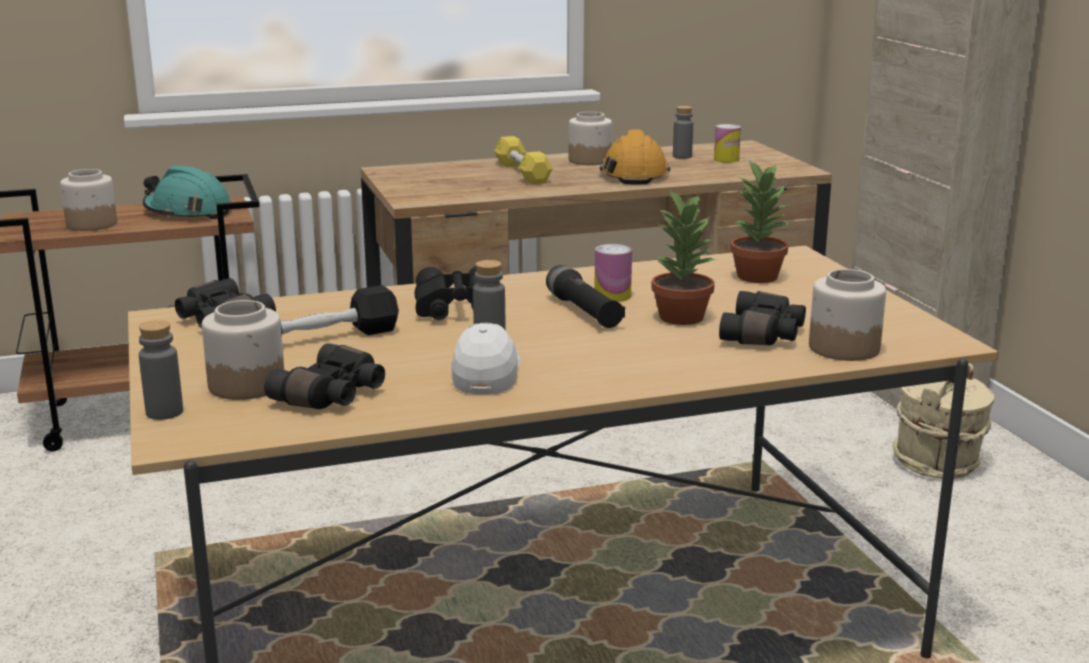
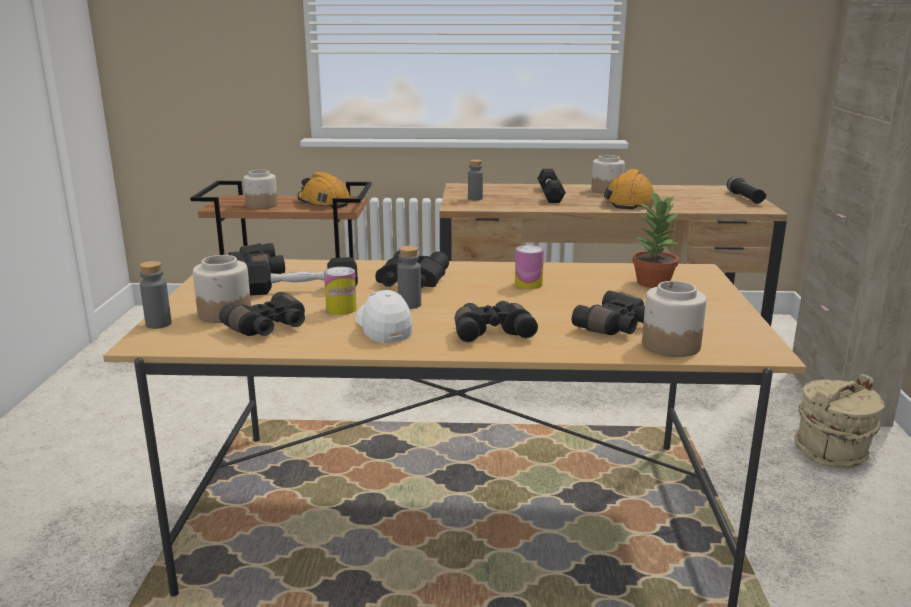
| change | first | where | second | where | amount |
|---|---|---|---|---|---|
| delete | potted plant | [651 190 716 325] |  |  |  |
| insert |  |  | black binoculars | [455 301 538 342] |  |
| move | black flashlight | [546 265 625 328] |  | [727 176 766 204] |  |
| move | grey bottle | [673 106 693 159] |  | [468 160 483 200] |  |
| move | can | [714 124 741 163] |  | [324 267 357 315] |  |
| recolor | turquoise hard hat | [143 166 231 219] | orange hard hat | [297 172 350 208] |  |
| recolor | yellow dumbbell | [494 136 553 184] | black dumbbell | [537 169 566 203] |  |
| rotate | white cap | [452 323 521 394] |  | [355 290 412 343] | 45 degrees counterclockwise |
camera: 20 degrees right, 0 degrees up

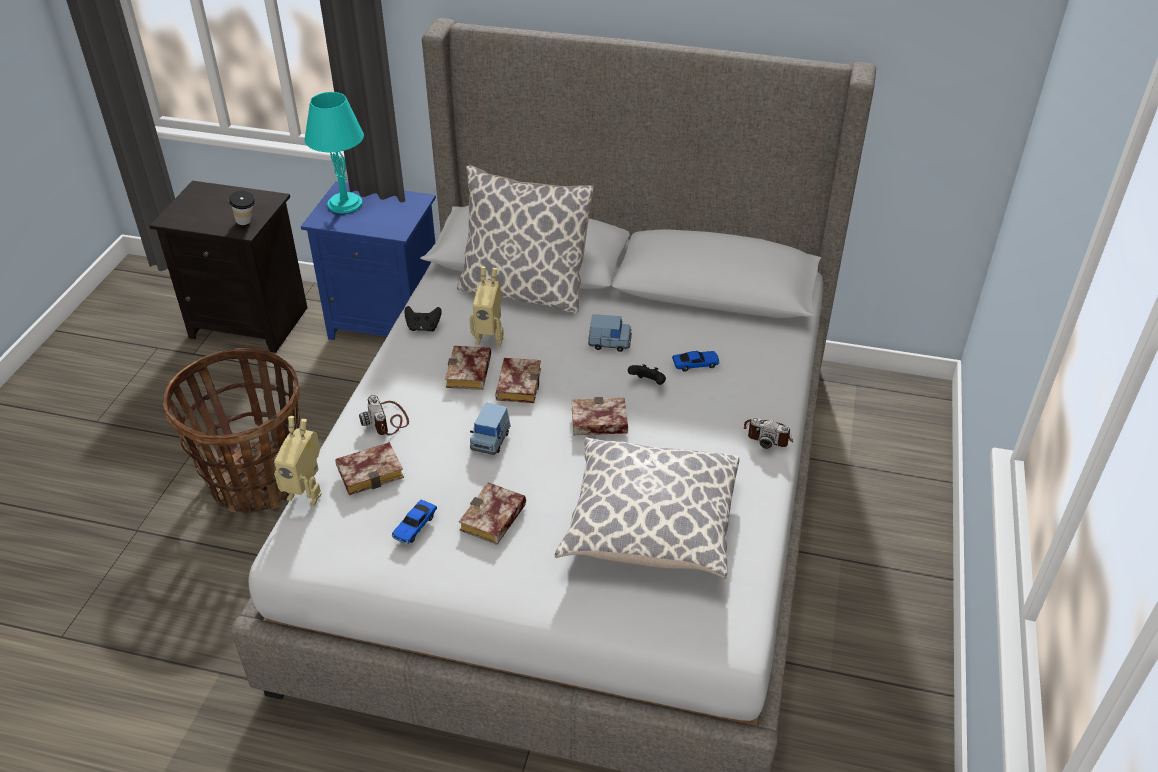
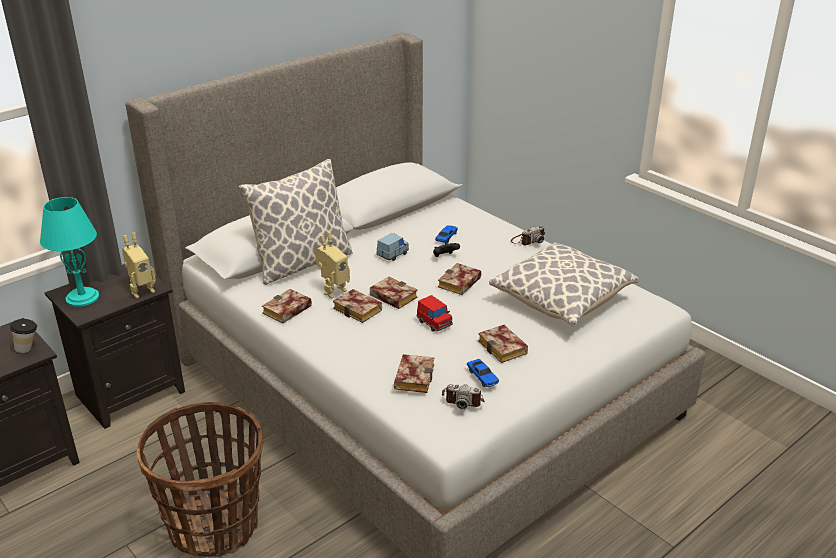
| change | first | where | second | where | amount |
|---|---|---|---|---|---|
| move | toy robot | [274 416 322 506] |  | [122 233 156 298] |  |
| move | photo camera | [359 395 409 436] |  | [442 384 485 409] |  |
| replace | black game controller | [404 306 442 332] | book | [262 289 312 323] |  |
| recolor | blue nightstand | [301 181 436 340] | black nightstand | [45 264 185 429] |  |
| recolor | blue toy car | [470 403 511 455] | red toy car | [417 295 453 331] |  |
camera: 55 degrees left, 10 degrees down

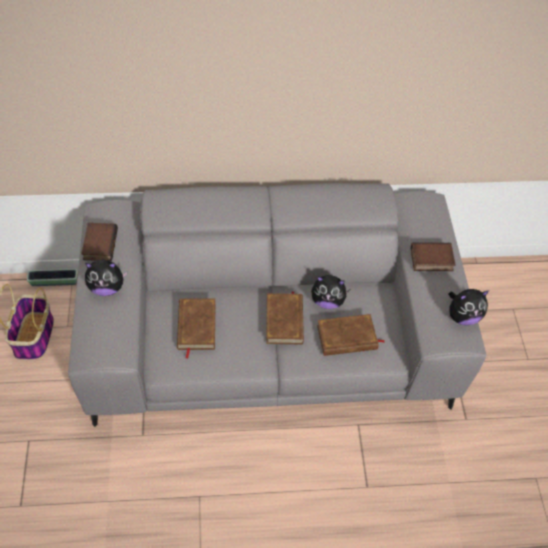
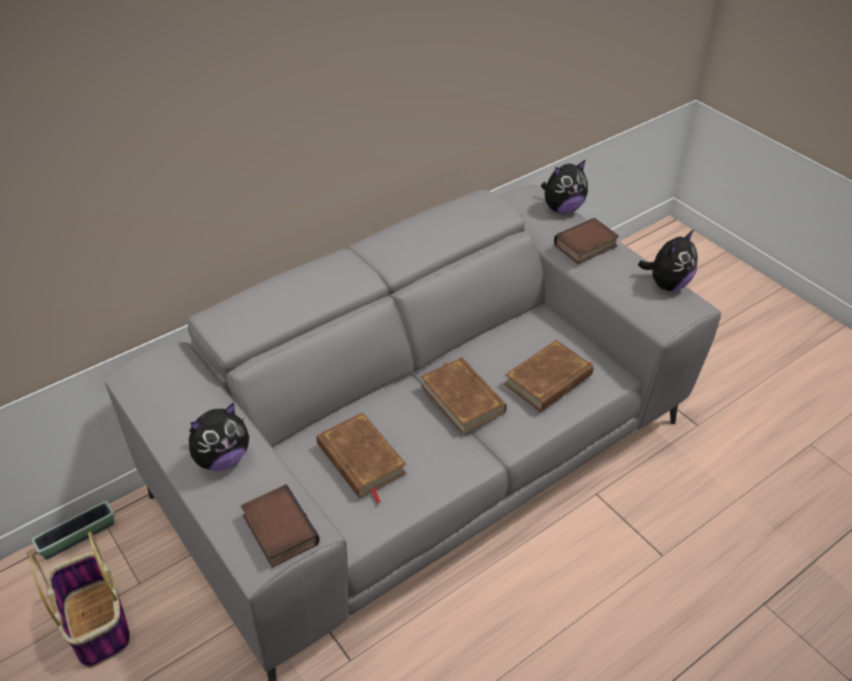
| change | first | where | second | where | amount |
|---|---|---|---|---|---|
| move | book | [81 223 118 261] |  | [241 484 320 567] |  |
| move | plush toy | [311 275 350 309] |  | [541 160 588 213] |  |
camera: 30 degrees left, 10 degrees down

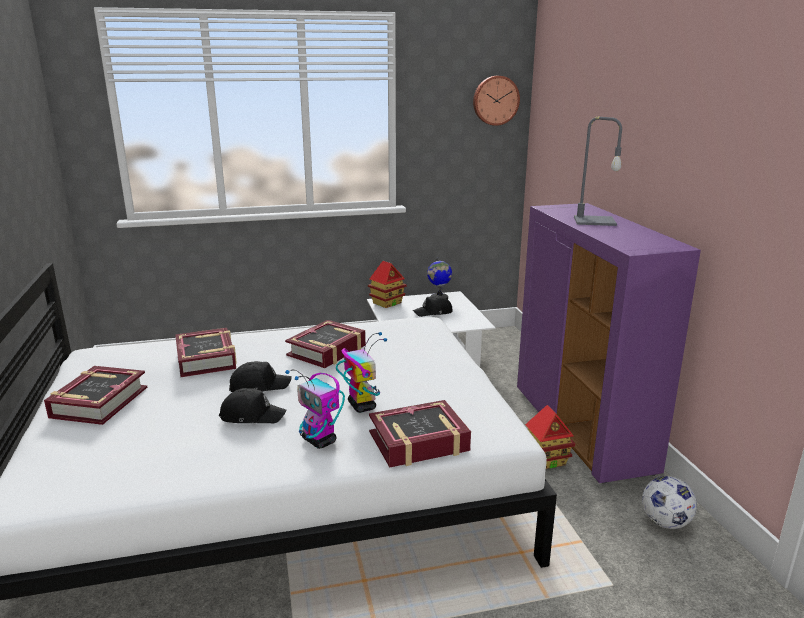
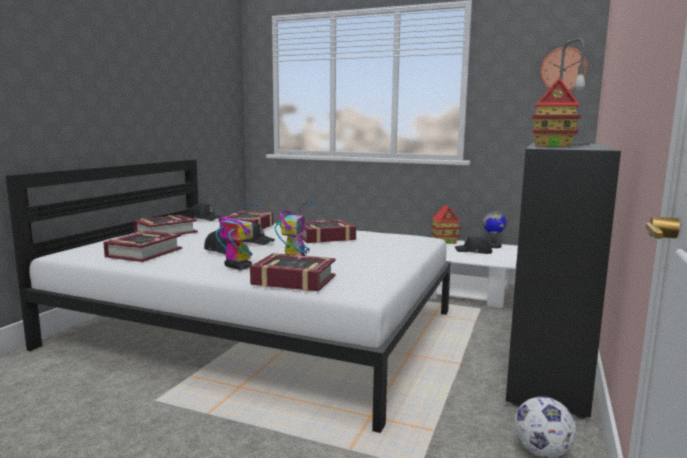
| change | first | where | second | where | amount |
|---|---|---|---|---|---|
| insert |  |  | book | [103 231 182 262] |  |
| insert |  |  | black cap | [189 203 221 221] |  |
| move | toy house | [525 405 575 469] |  | [531 77 581 147] |  |
| recolor | purple cabinet | [517 203 701 484] | black cabinet | [506 143 621 419] |  |
| rotate | toy robot | [285 369 345 449] |  | [216 202 258 270] | 135 degrees clockwise |
camera: 35 degrees right, 10 degrees down

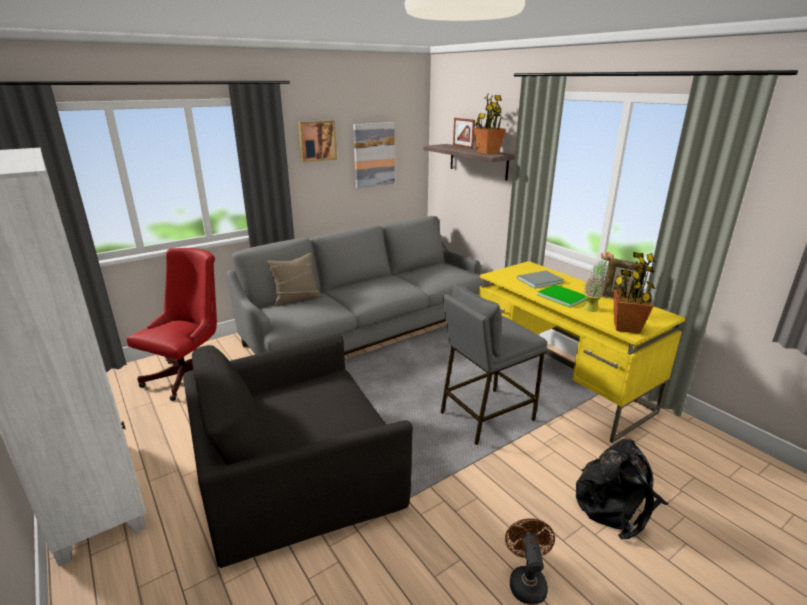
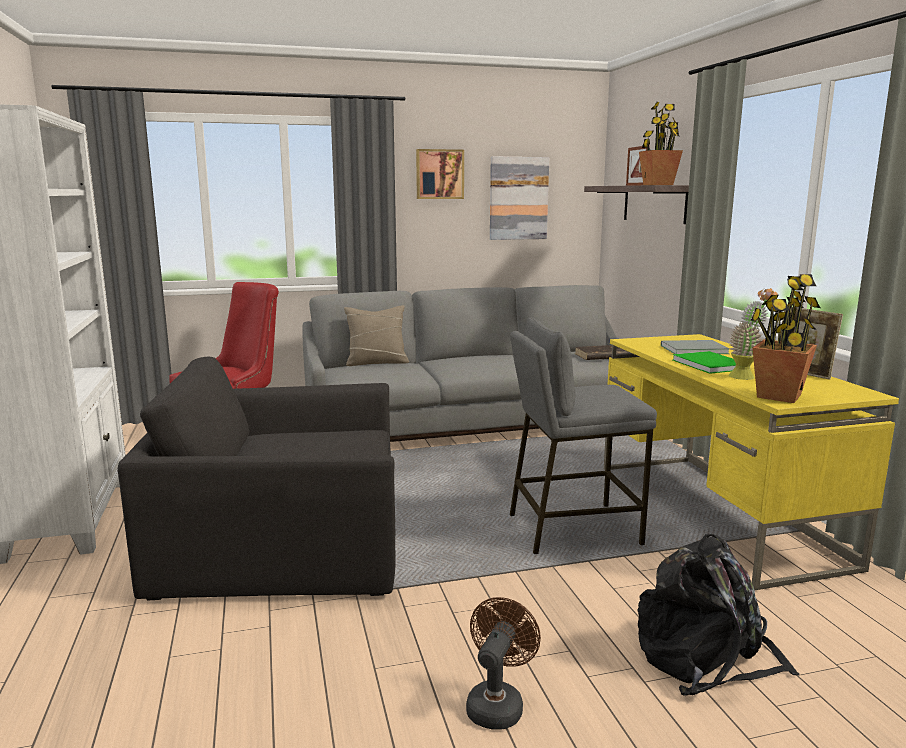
| change | first | where | second | where | amount |
|---|---|---|---|---|---|
| insert |  |  | brown book | [575 345 629 360] |  |
camera: 20 degrees right, 10 degrees down

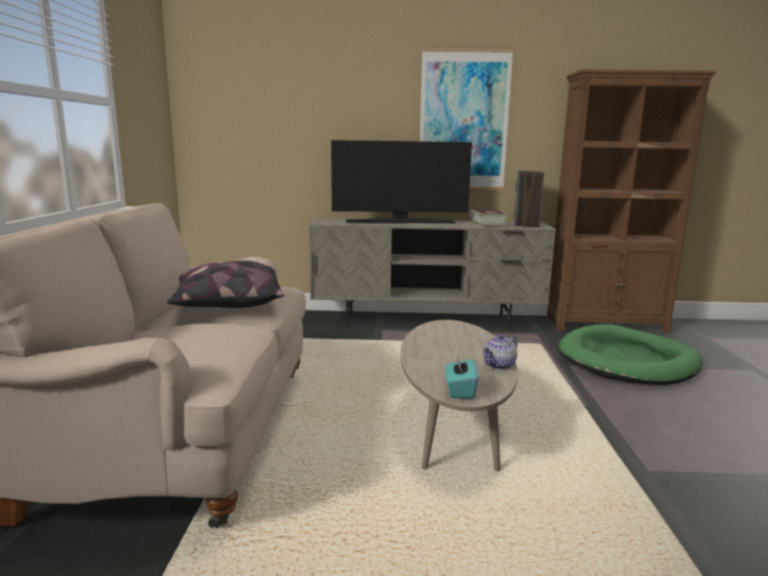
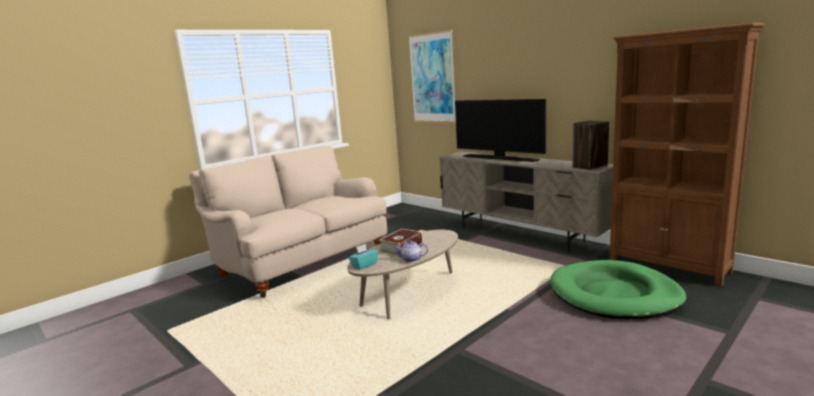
| change | first | where | second | where | amount |
|---|---|---|---|---|---|
| delete | pillow | [167 261 284 308] |  |  |  |
| move | picture | [420 48 513 190] |  | [408 30 456 123] |  |
| move | book | [469 209 507 227] |  | [379 229 423 255] |  |
camera: 45 degrees right, 0 degrees up

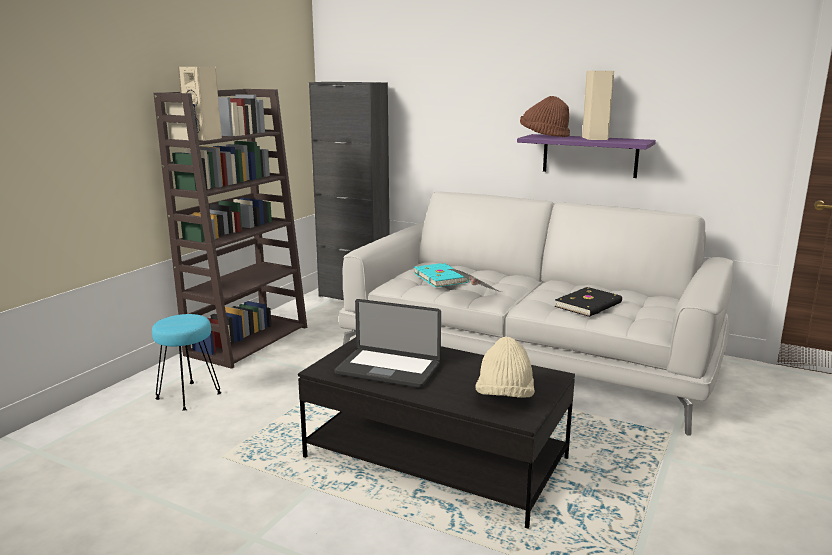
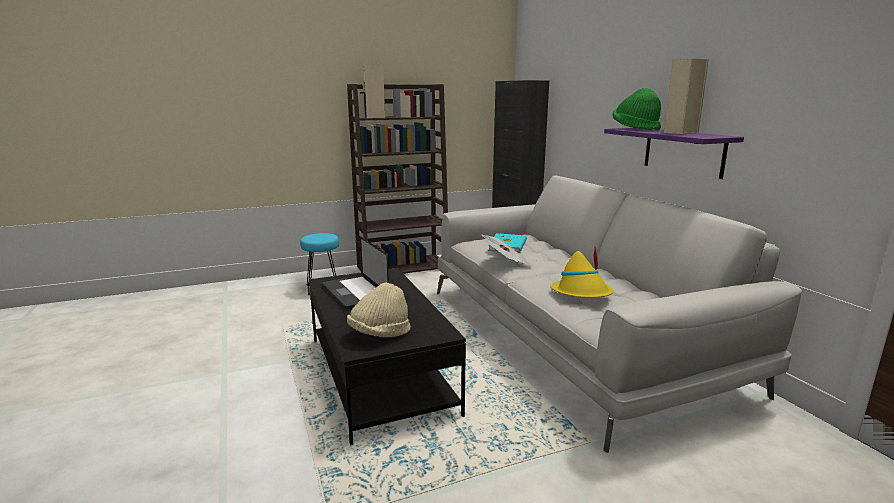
| change | first | where | second | where | amount |
|---|---|---|---|---|---|
| replace | black book | [555 287 622 317] | yellow hat | [550 248 613 298] |  |
| recolor | brown hat | [520 96 570 137] | green hat | [613 88 661 130] |  |
camera: 40 degrees right, 0 degrees up

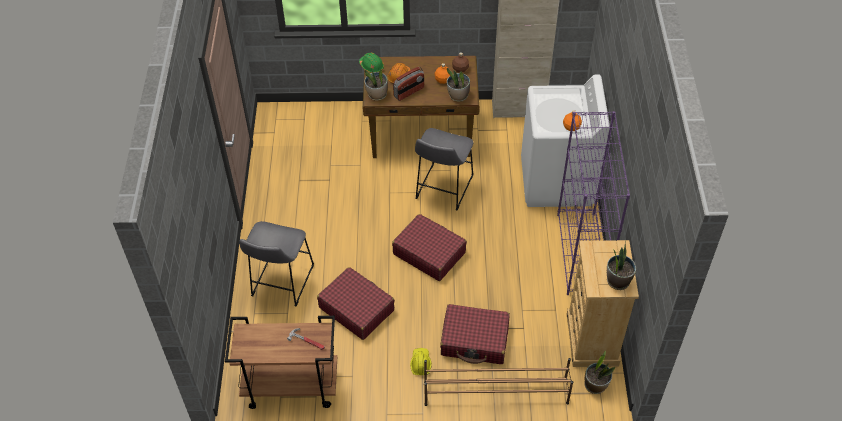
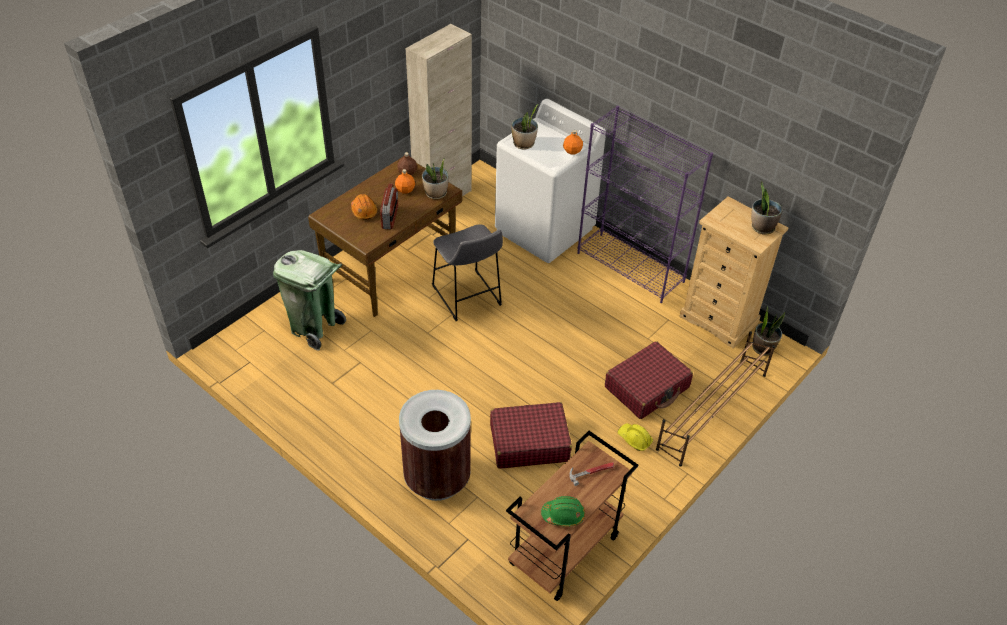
| change | first | where | second | where | amount |
|---|---|---|---|---|---|
| delete | red suitcase | [392 214 467 281] |  |  |  |
| insert |  |  | green trash can | [273 250 346 350] |  |
| move | green hard hat | [359 52 384 73] |  | [541 496 585 526] |  |
| move | potted plant | [364 70 388 101] |  | [511 104 538 149] |  |
| replace | grey stool | [239 221 314 306] | brown trash can | [399 390 471 501] |  |
camera: 50 degrees left, 5 degrees down

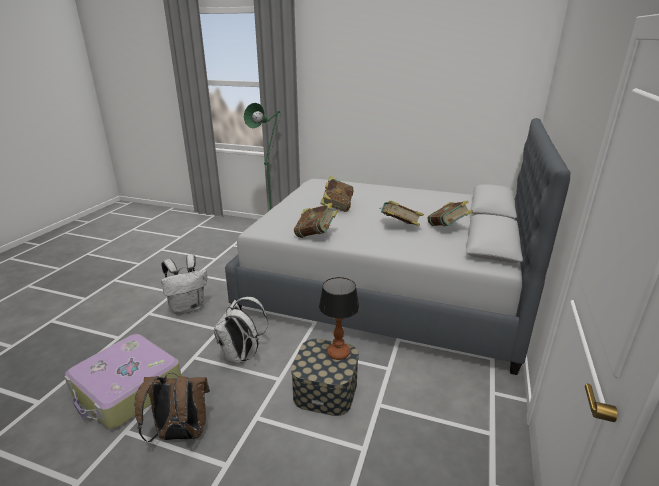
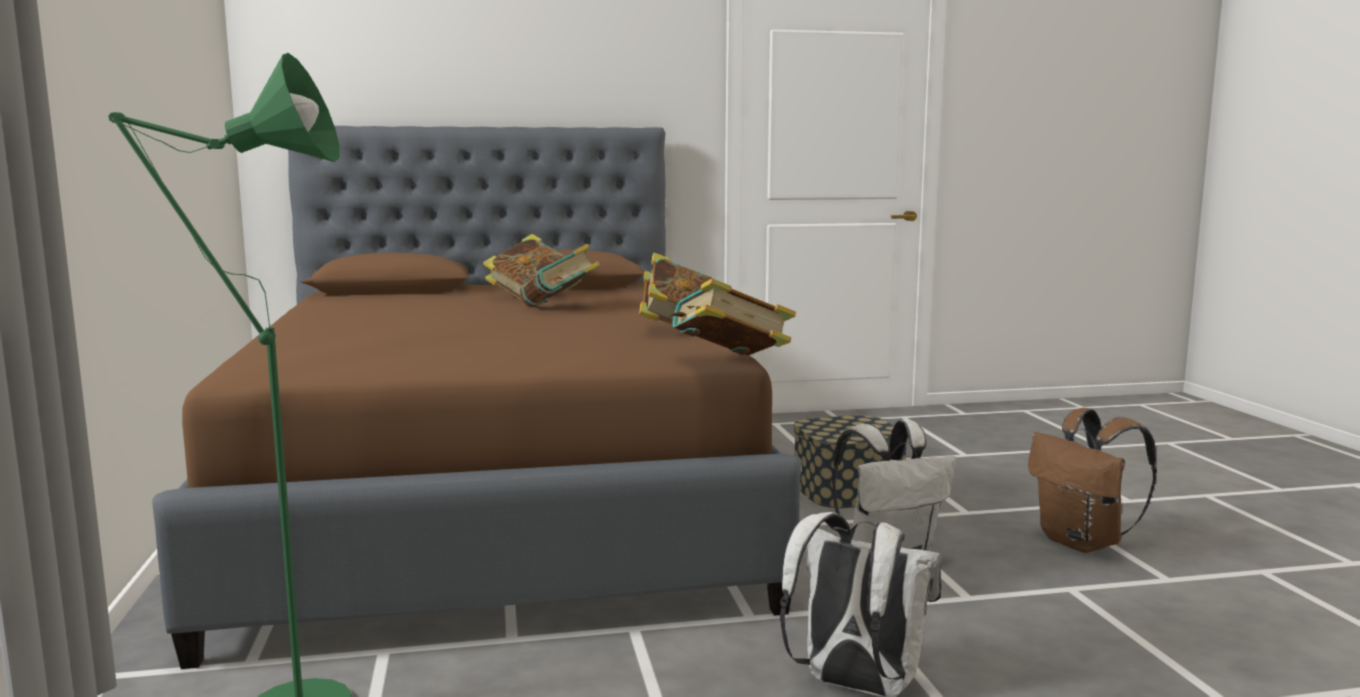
| change | first | where | second | where | amount |
|---|---|---|---|---|---|
| delete | suitcase | [64 334 181 430] |  |  |  |
| delete | table lamp | [319 277 359 360] |  |  |  |
| move | book | [320 176 354 212] |  | [667 278 796 356] |  |
| recolor | grey bed | [225 118 570 375] | brown bed | [152 126 802 669] |  |
camera: 120 degrees left, 15 degrees down

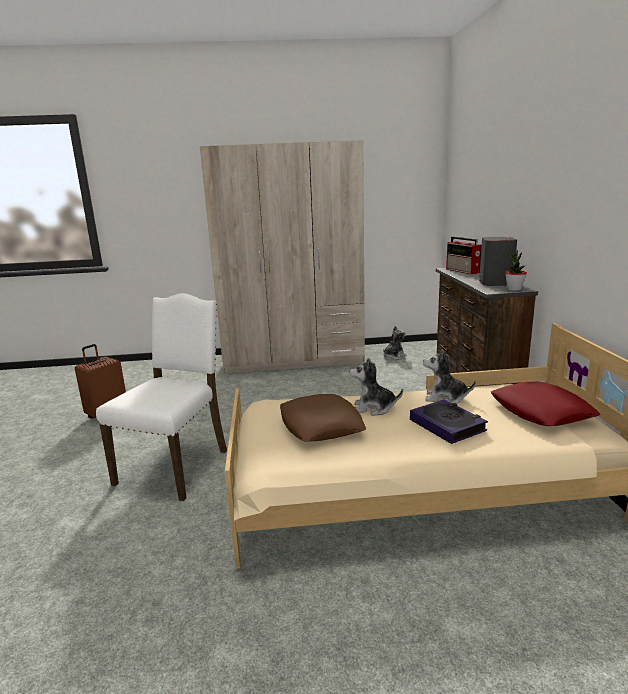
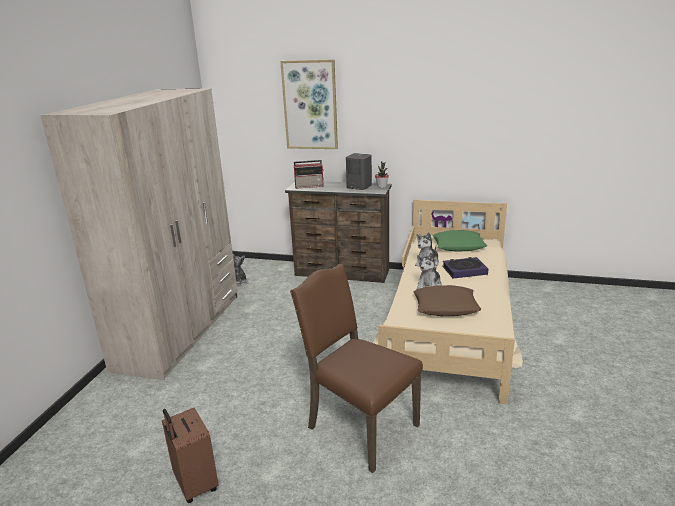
| change | first | where | second | where | amount |
|---|---|---|---|---|---|
| insert |  |  | picture | [280 59 338 149] |  |
| recolor | white chair | [96 293 227 501] | brown chair | [290 264 423 473] |  |
| recolor | red pillow | [491 382 600 426] | green pillow | [432 230 487 252] |  |
camera: 70 degrees left, 5 degrees up

